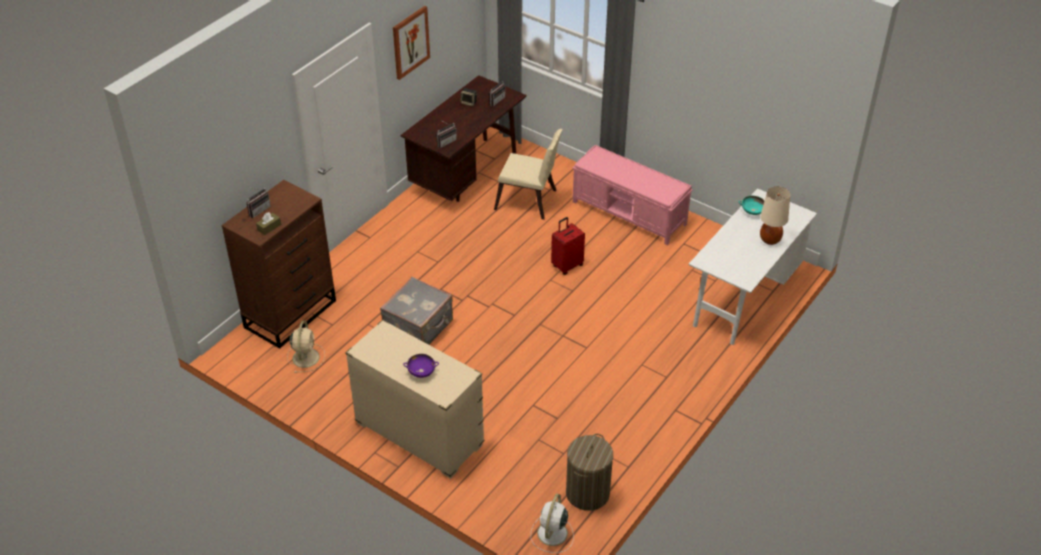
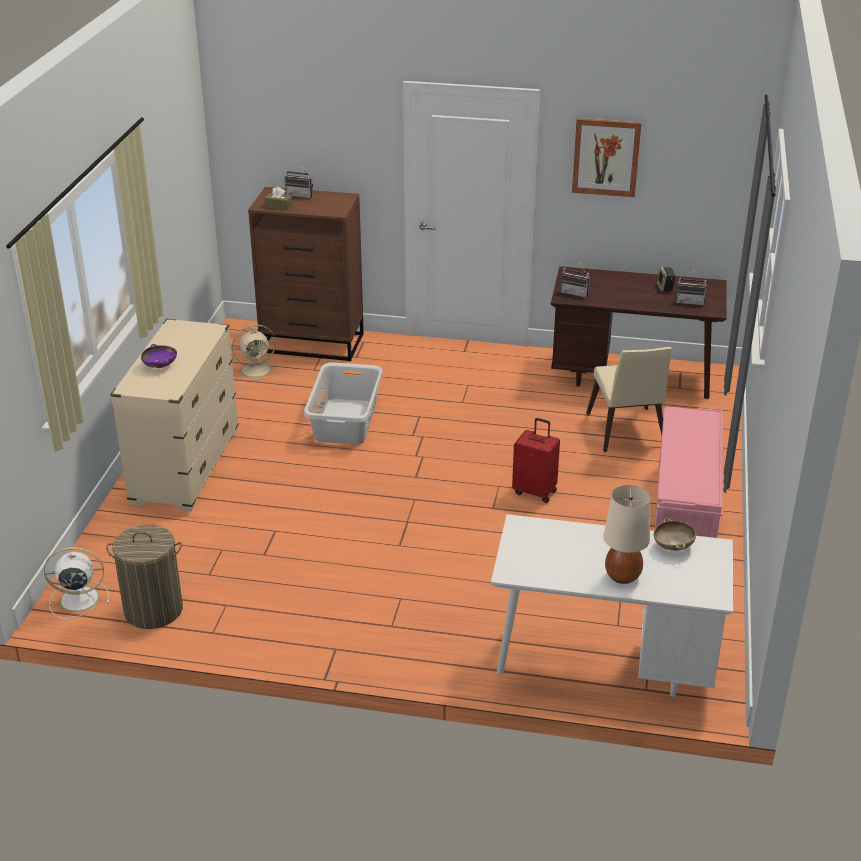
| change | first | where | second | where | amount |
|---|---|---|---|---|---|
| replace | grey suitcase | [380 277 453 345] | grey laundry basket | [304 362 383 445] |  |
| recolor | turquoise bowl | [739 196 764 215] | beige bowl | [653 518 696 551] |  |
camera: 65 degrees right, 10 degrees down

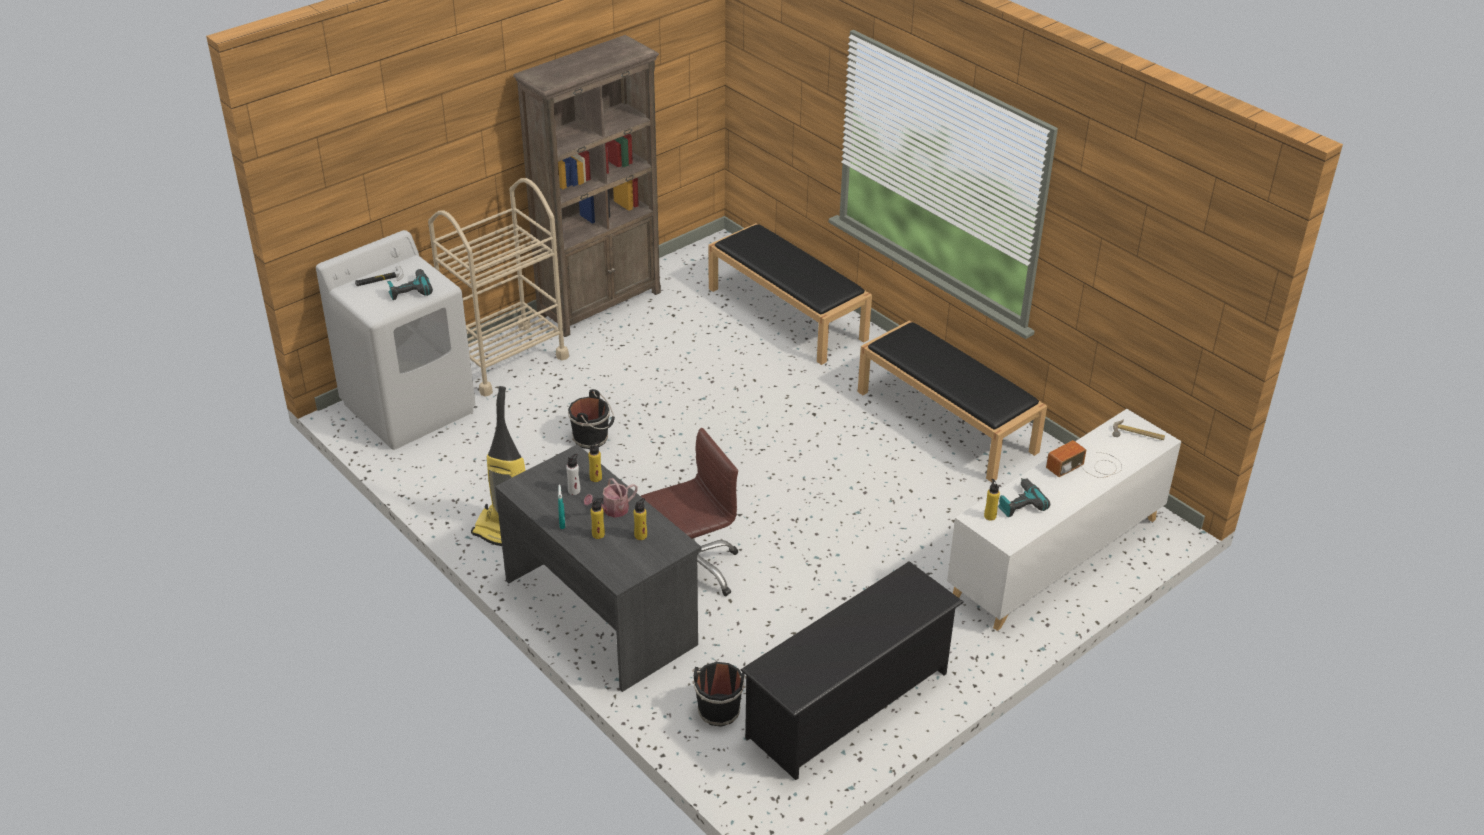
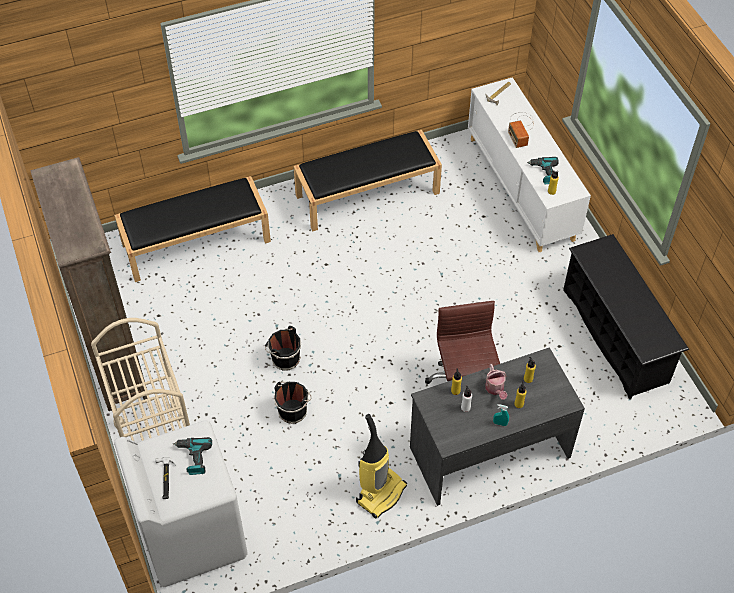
| change | first | where | second | where | amount |
|---|---|---|---|---|---|
| move | black bucket | [692 662 746 727] |  | [265 326 301 371] |  |
camera: 70 degrees left, 15 degrees up

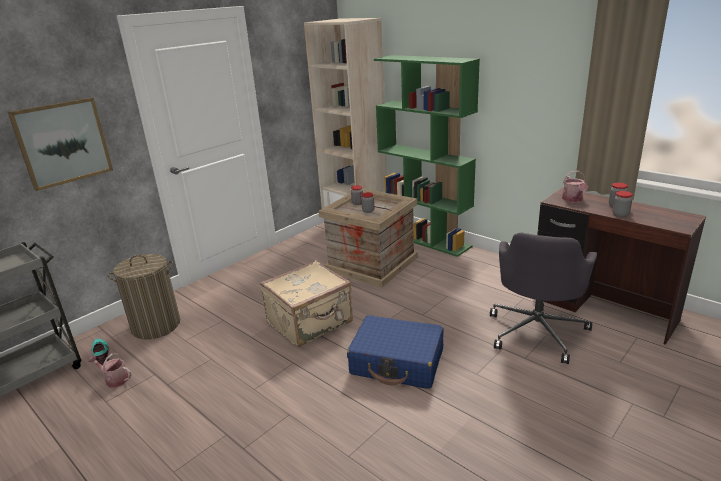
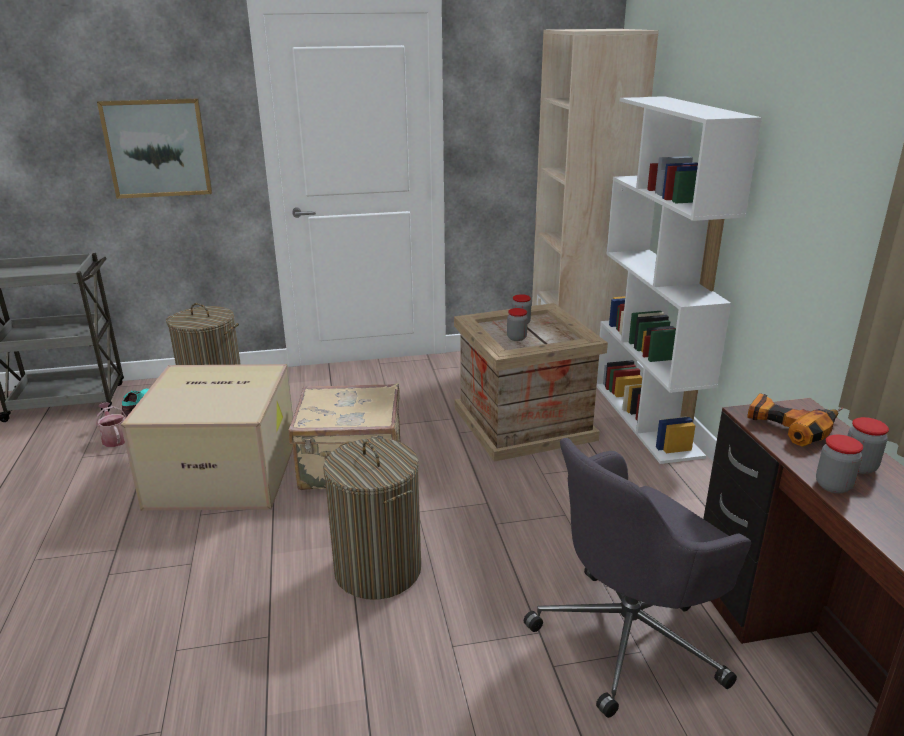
| change | first | where | second | where | amount |
|---|---|---|---|---|---|
| insert |  |  | cardboard box | [121 364 293 511] |  |
| replace | blue suitcase | [347 315 444 389] | laundry basket | [323 438 421 600] |  |
| replace | watering can | [562 171 588 202] | power drill | [747 393 843 447] |  |
| recolor | green bookcase | [374 55 480 257] | white bookcase | [597 96 762 464] |  |
camera: 35 degrees right, 0 degrees up

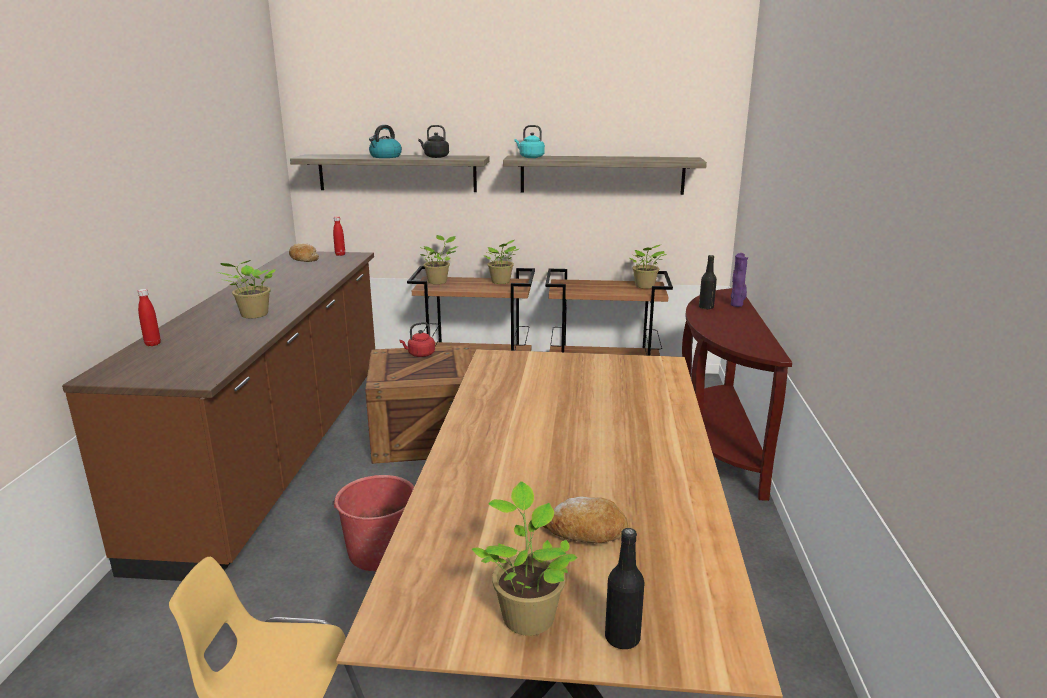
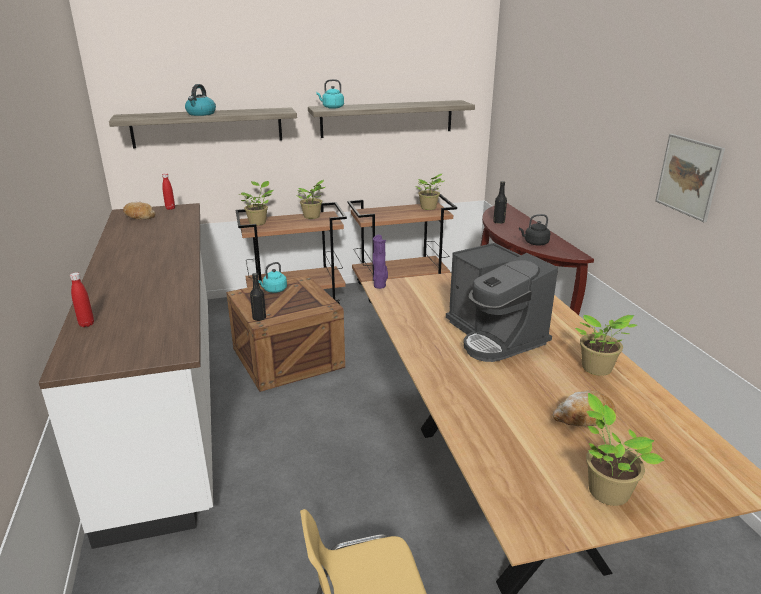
| change | first | where | second | where | amount |
|---|---|---|---|---|---|
| delete | red bucket | [332 475 414 571] |  |  |  |
| insert |  |  | coffee machine | [446 243 558 362] |  |
| insert |  |  | picture | [655 134 725 222] |  |
| move | potted plant | [217 260 276 318] |  | [575 315 637 376] |  |
| move | black kettle | [418 125 449 158] |  | [519 214 551 245] |  |
| move | black bottle | [605 528 644 650] |  | [250 273 266 321] |  |
| move | purple vase | [731 253 748 307] |  | [373 235 388 289] |  |
| recolor | brown counter | [62 251 375 581] | white counter | [39 203 213 549] |  |
| recolor | red kettle | [399 322 435 357] | turquoise kettle | [258 262 287 293] |  |
camera: 20 degrees left, 5 degrees up

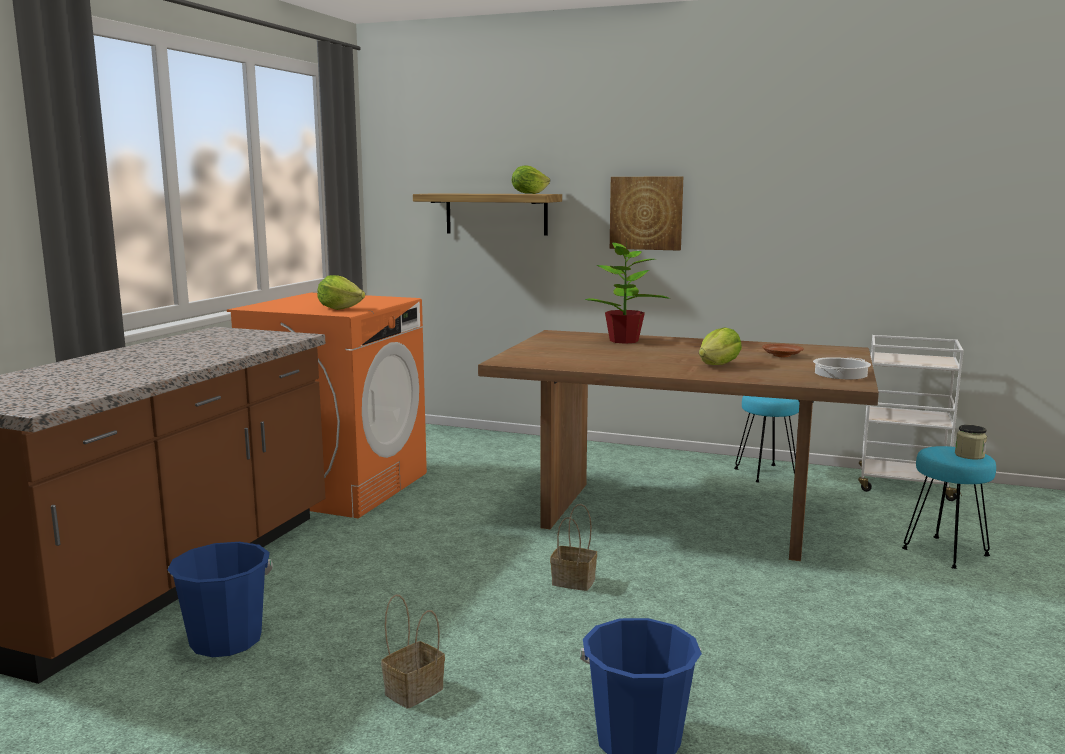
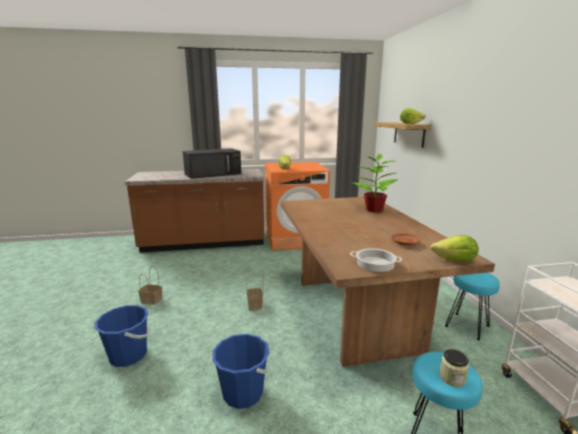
| change | first | where | second | where | amount |
|---|---|---|---|---|---|
| delete | picture | [610 177 683 251] |  |  |  |
| insert |  |  | black microwave | [183 148 241 179] |  |
| move | blue bucket | [167 542 273 657] |  | [212 334 270 409] |  |
| move | lettuce | [699 327 742 365] |  | [431 235 479 261] |  |
camera: 60 degrees right, 5 degrees up

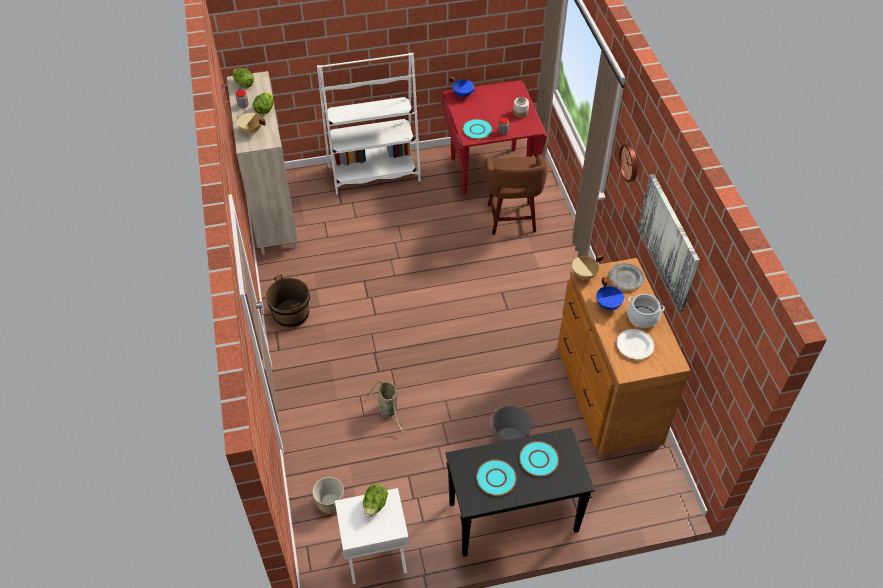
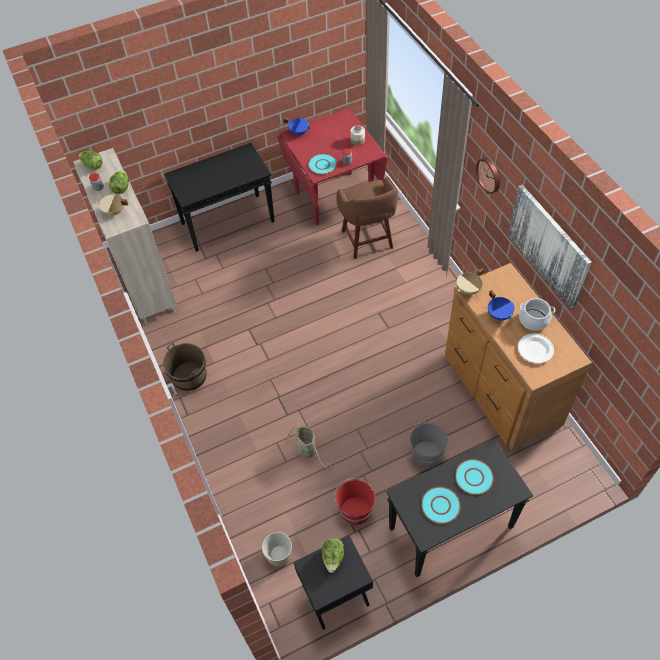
| change | first | where | second | where | amount |
|---|---|---|---|---|---|
| delete | grey plate | [609 263 644 290] |  |  |  |
| insert |  |  | red bucket | [334 478 375 525] |  |
| replace | white bookcase | [317 53 421 195] | black console table | [164 143 275 252] |  |
| recolor | white nightstand | [335 488 409 584] | black nightstand | [293 535 373 630] |  |
camera: 10 degrees left, 5 degrees up

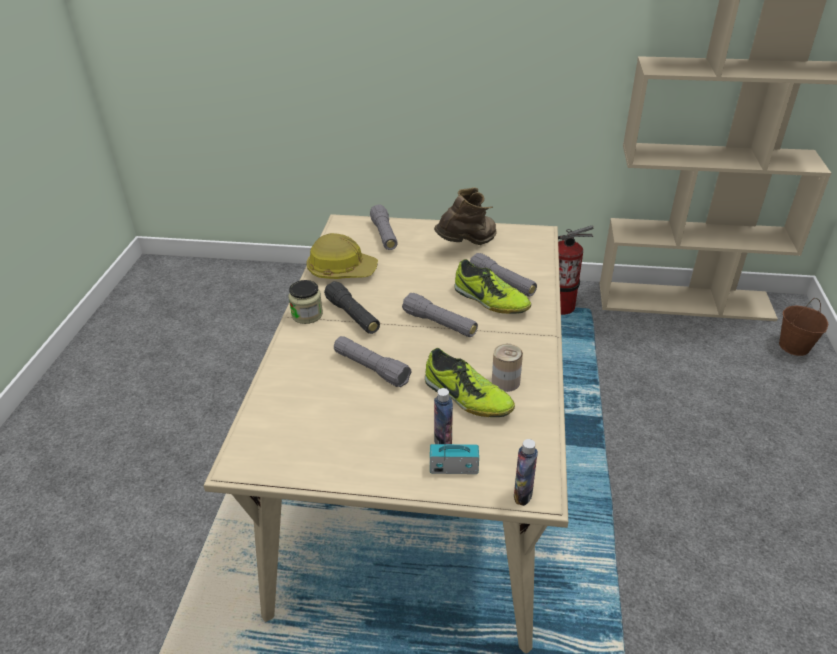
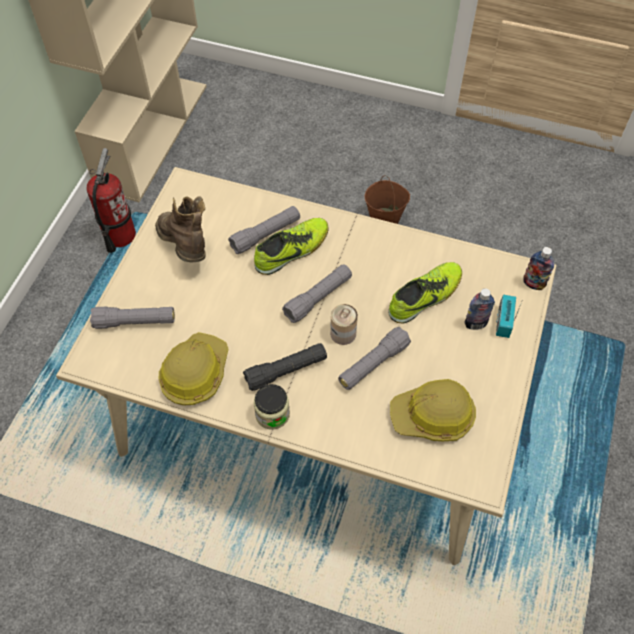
| change | first | where | second | where | amount |
|---|---|---|---|---|---|
| insert |  |  | hard hat | [390 379 476 441] |  |
| move | can | [492 344 523 392] |  | [330 304 358 345] |  |
| move | brown bucket | [779 298 828 356] |  | [365 175 410 224] |  |
camera: 80 degrees left, 20 degrees up

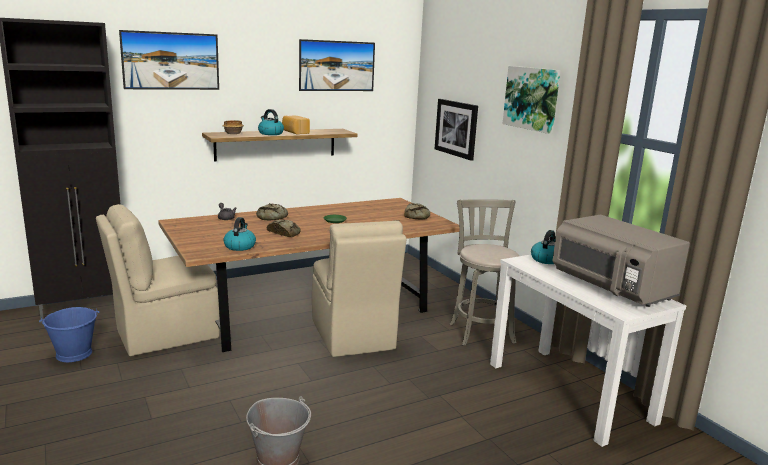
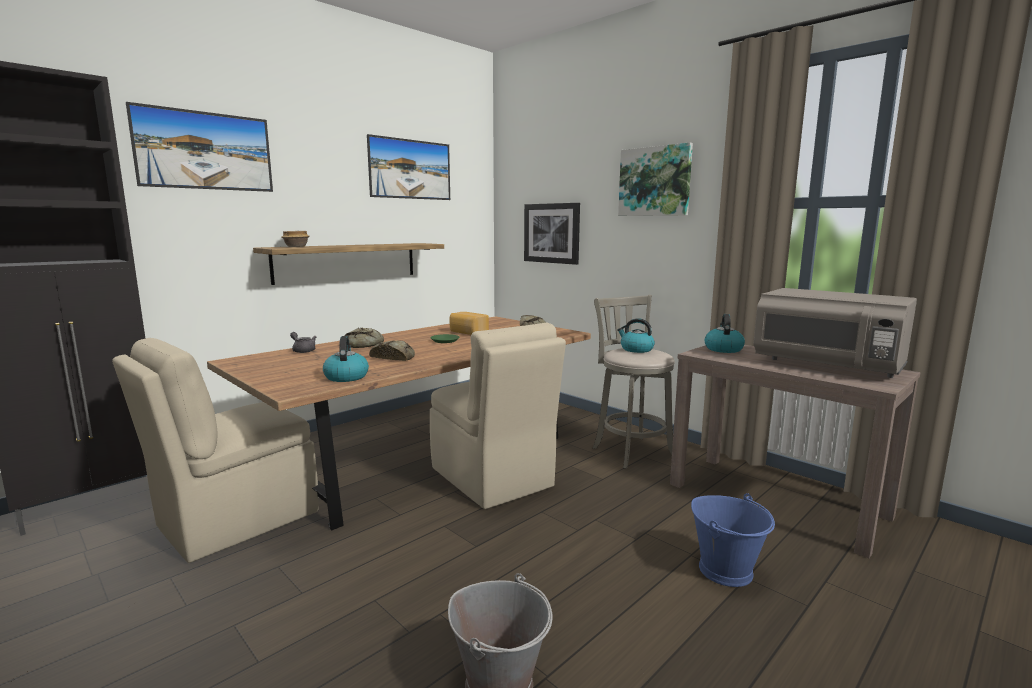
| change | first | where | second | where | amount |
|---|---|---|---|---|---|
| move | blue bucket | [39 307 99 362] |  | [691 493 775 587] |  |
| move | kettle | [258 109 284 135] |  | [617 318 655 353] |  |
| move | bread | [282 116 310 135] |  | [449 312 489 335] |  |
| recolor | white console table | [490 255 686 447] | brown console table | [670 345 921 558] |  |
camera: 15 degrees left, 5 degrees down

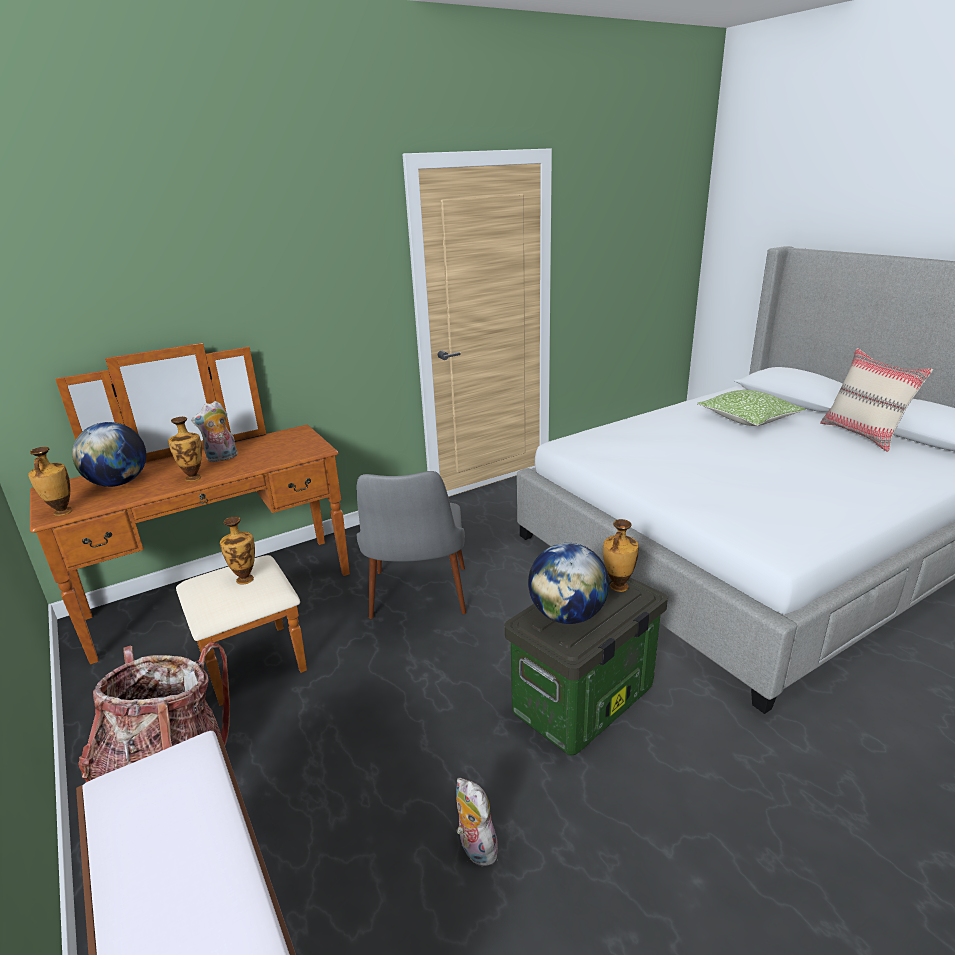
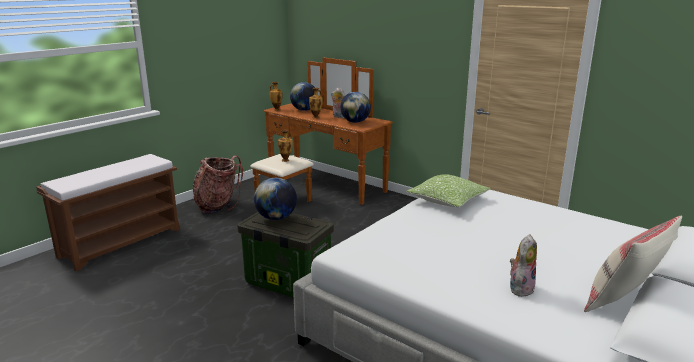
| change | first | where | second | where | amount |
|---|---|---|---|---|---|
| delete | grey chair | [357 471 466 619] |  |  |  |
| delete | vase | [603 519 639 592] |  |  |  |
| insert |  |  | globe | [340 92 371 123] |  |
| move | plush toy | [456 778 498 866] |  | [510 234 537 297] |  |
| move | pillow | [697 390 806 426] |  | [406 174 490 207] |  |
camera: 70 degrees right, 5 degrees down

